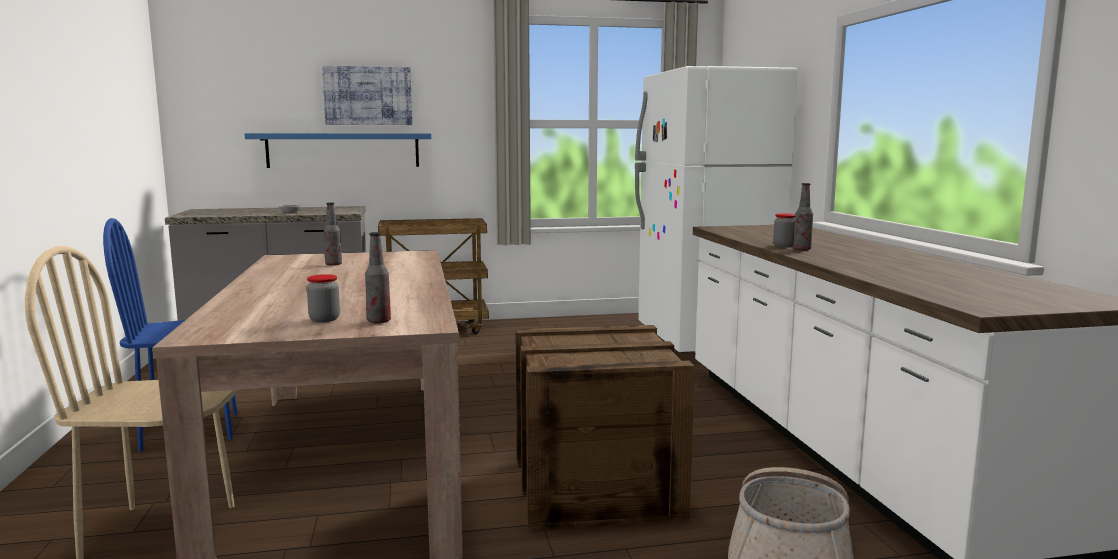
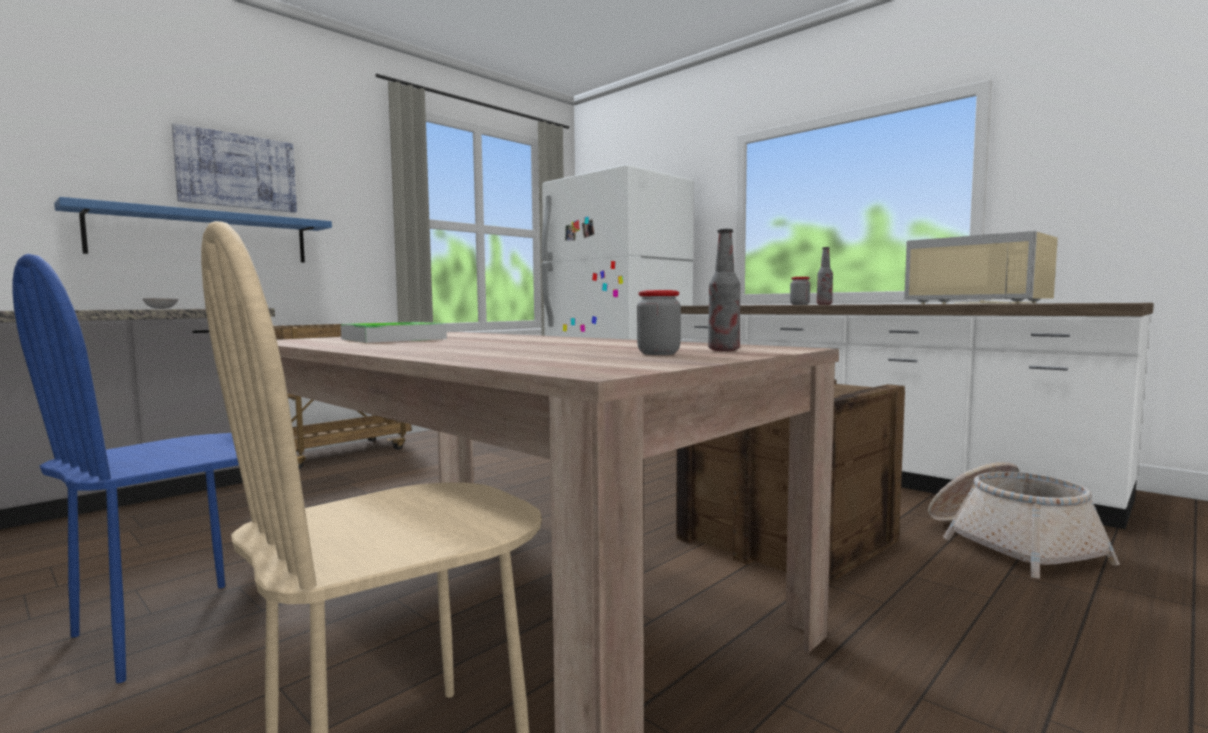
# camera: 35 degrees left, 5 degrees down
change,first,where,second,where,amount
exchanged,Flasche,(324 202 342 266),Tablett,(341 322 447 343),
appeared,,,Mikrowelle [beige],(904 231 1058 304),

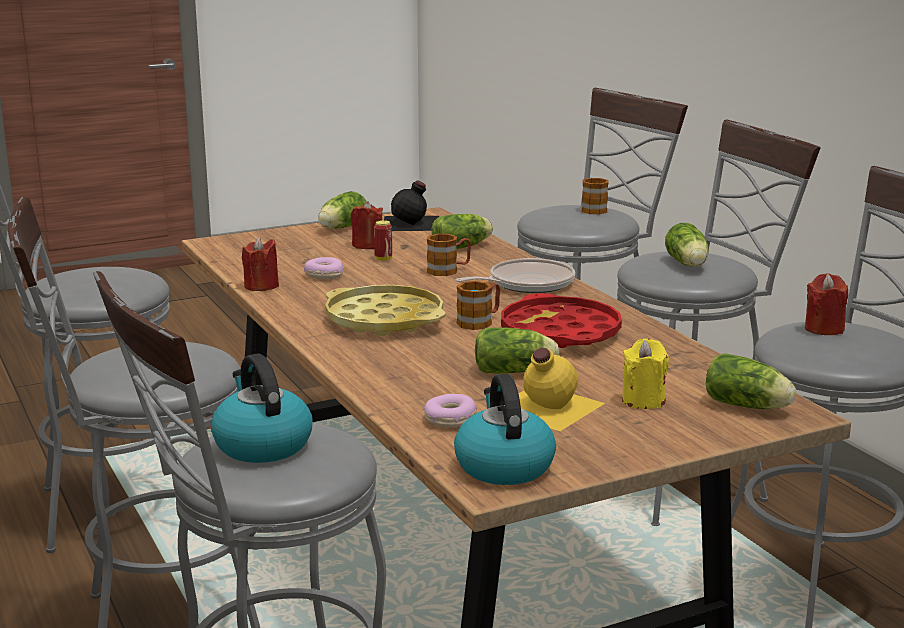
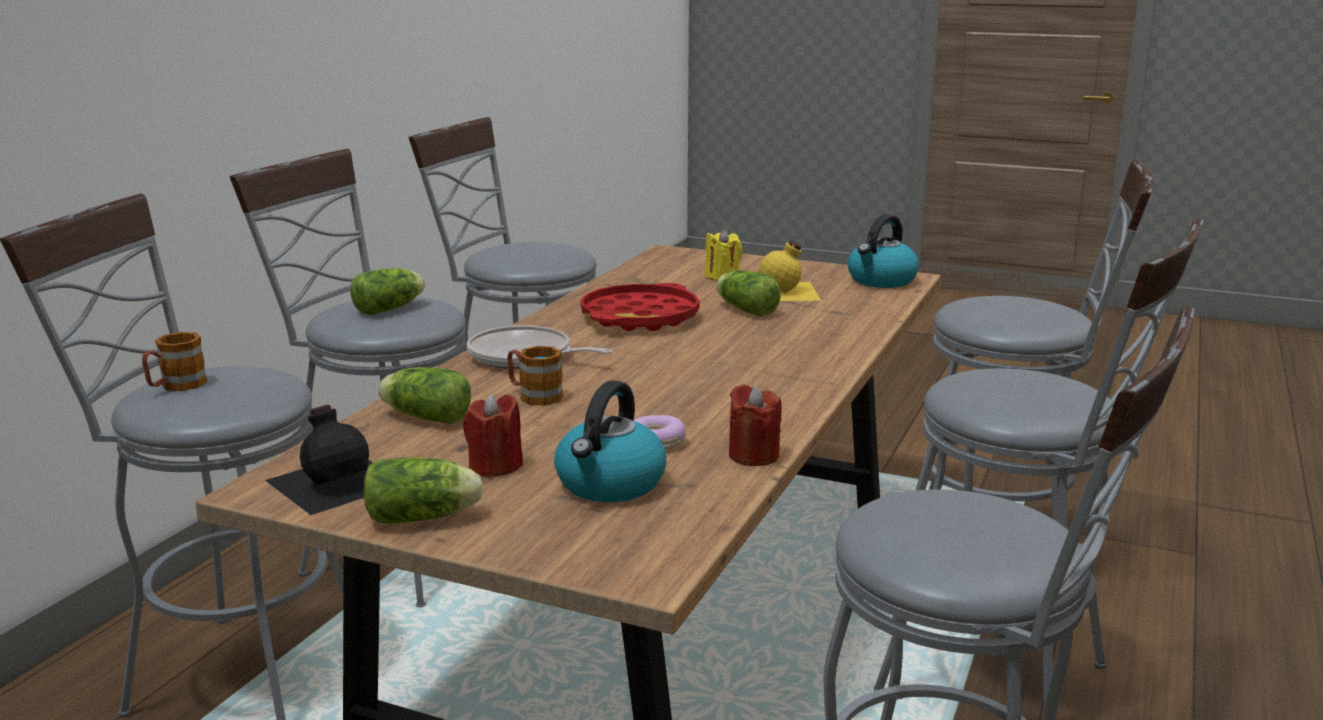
# camera: 130 degrees left, 0 degrees up
change,first,where,second,where,amount
relocated,Wasserkessel,(211 354 313 463),,(554 380 666 502),
missing,Tablett [gelb],(325 285 445 336),,,
missing,Dose,(374 220 392 260),,,
missing,Donut,(423 394 477 427),,,
missing,Henkelbecher,(457 281 500 330),,,
missing,Salatkopf,(706 353 796 409),,,
missing,Kerze [rot],(805 273 848 335),,,

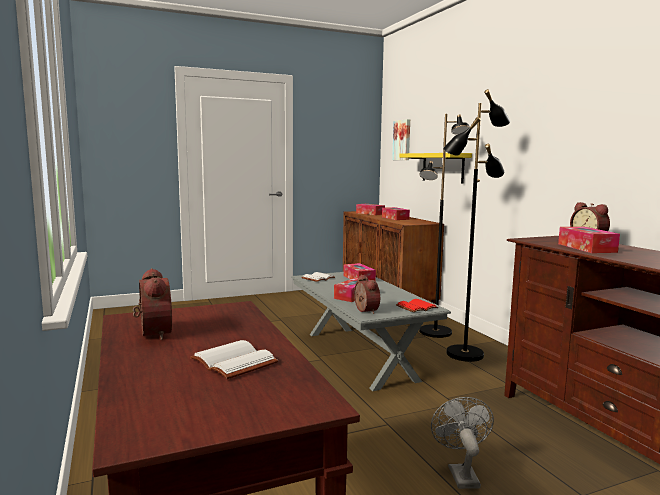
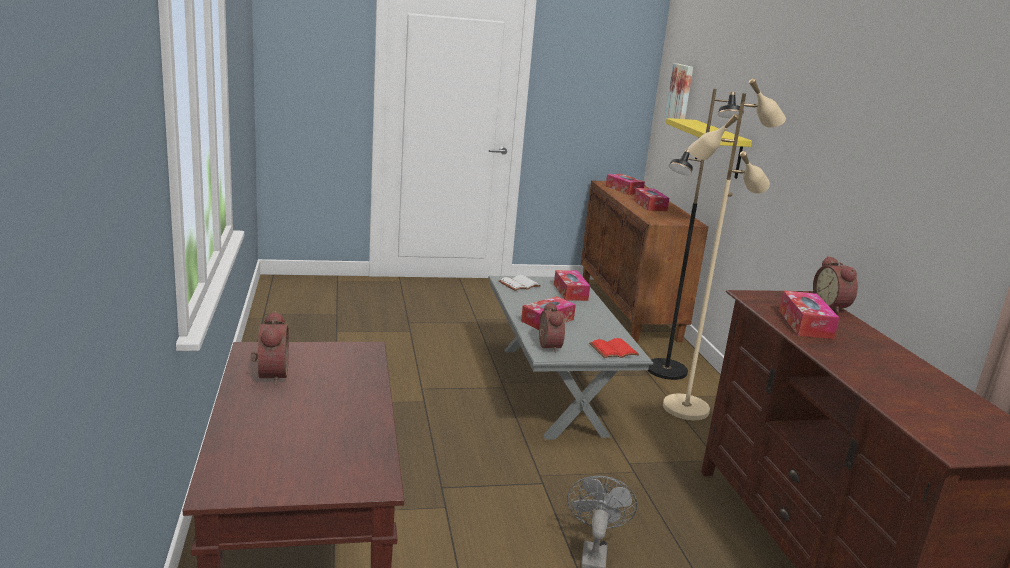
# camera: 10 degrees right, 10 degrees up
change,first,where,second,where,amount
missing,Buch [weiß],(190 340 278 379),,,
colour,Stehlampe [schwarz],(443 89 510 362),Stehlampe [beige],(663 78 786 420),

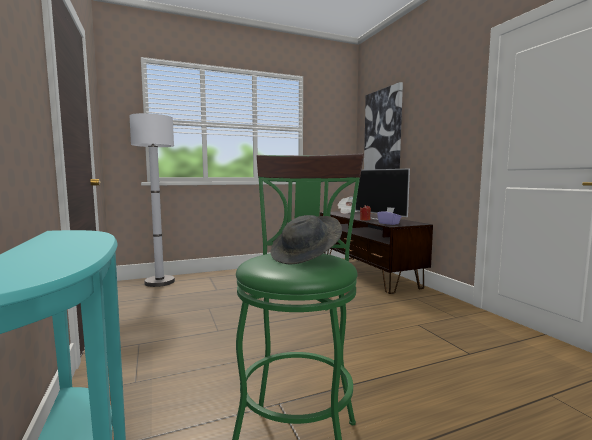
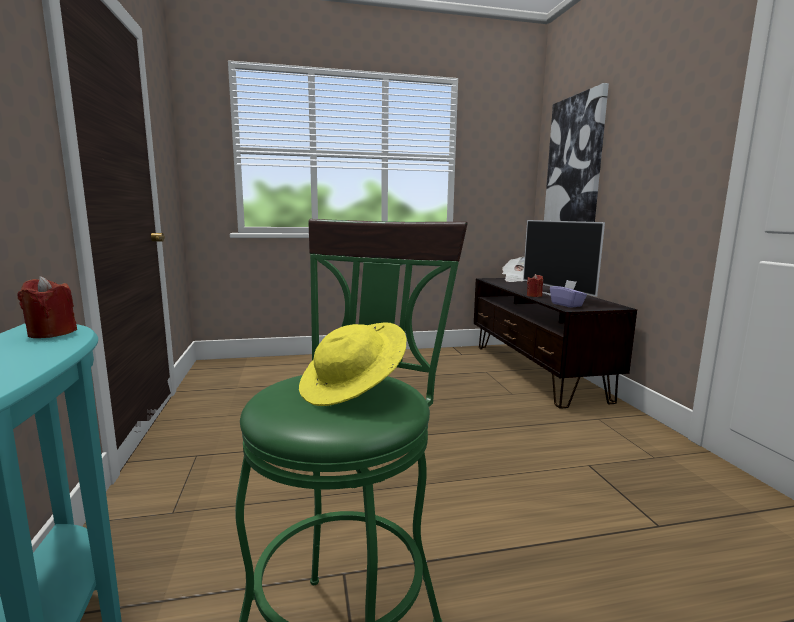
# camera: 10 degrees right, 5 degrees up
change,first,where,second,where,amount
missing,Stehlampe [weiß],(129 113 175 287),,,
colour,Hut [grau],(271 215 342 264),Hut [gelb],(299 322 406 406),
appeared,,,Kerze [rot],(17 276 77 338),

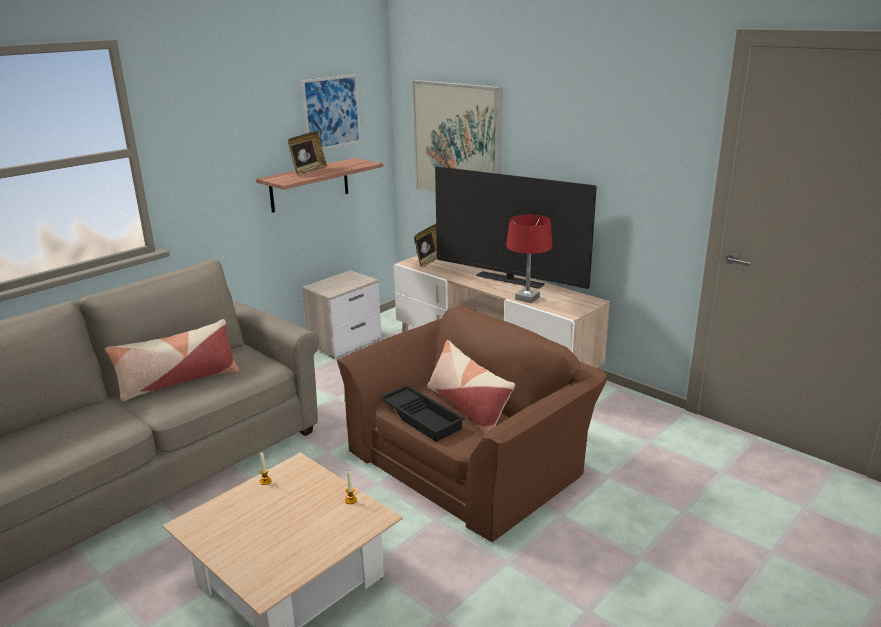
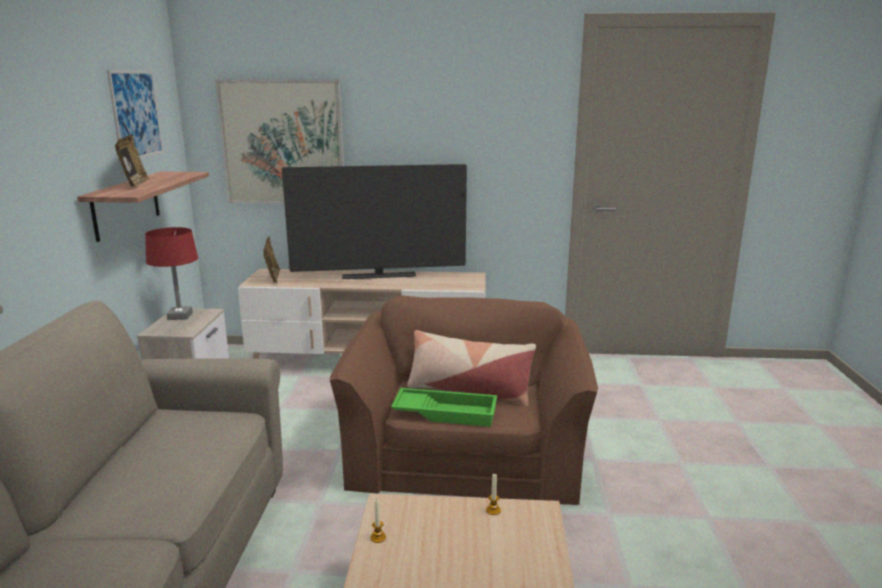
# camera: 40 degrees left, 5 degrees down
change,first,where,second,where,amount
missing,Kissen,(105 319 239 401),,,
colour,Tablett [schwarz],(379 385 465 442),Tablett [grün],(391 388 497 427),
relocated,Tischlampe [rot],(506 215 552 303),,(145 227 198 320),

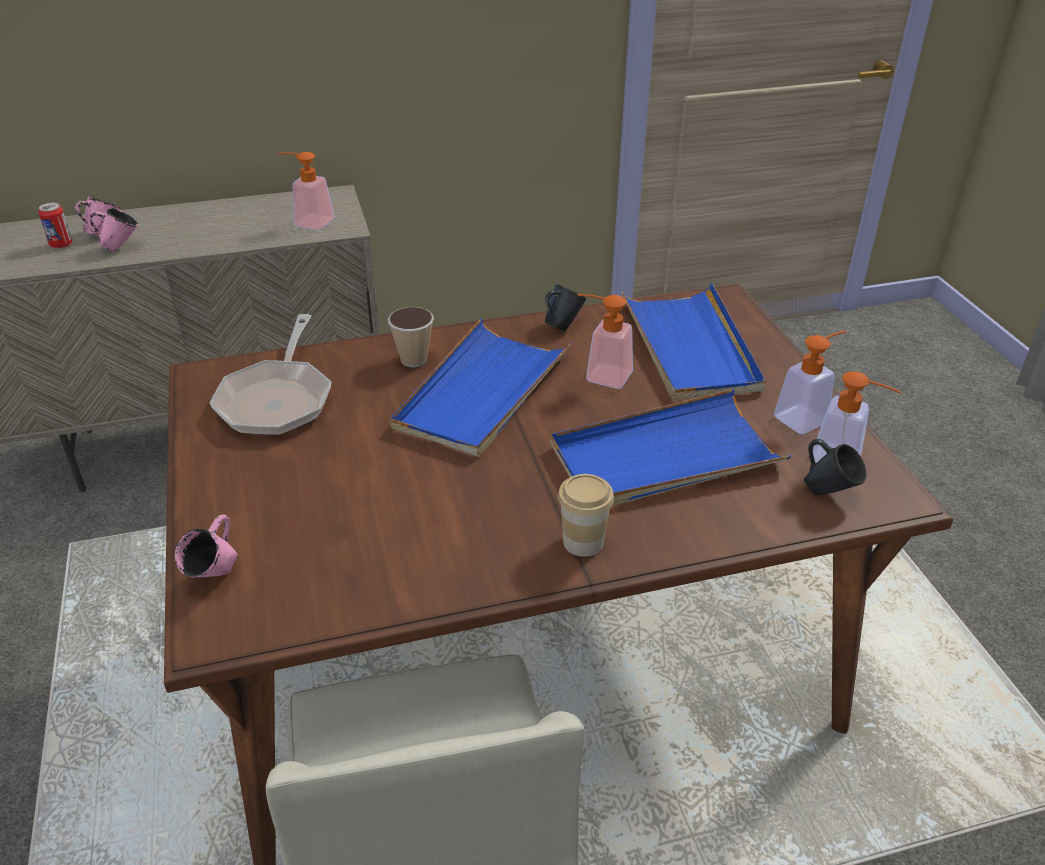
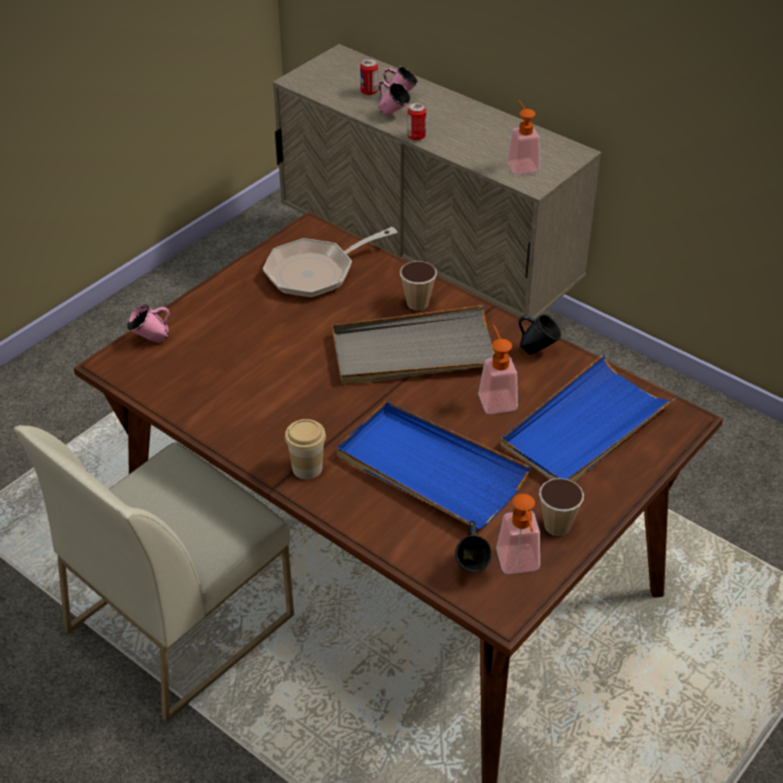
# camera: 55 degrees right, 5 degrees up
change,first,where,second,where,amount
colour,Tablett [blau],(390 318 572 457),Tablett [grau],(332 305 495 385),
exchanged,Seifenspender,(774 331 847 434),Tasse,(539 478 584 536),
appeared,,,Dose,(408 103 426 141),

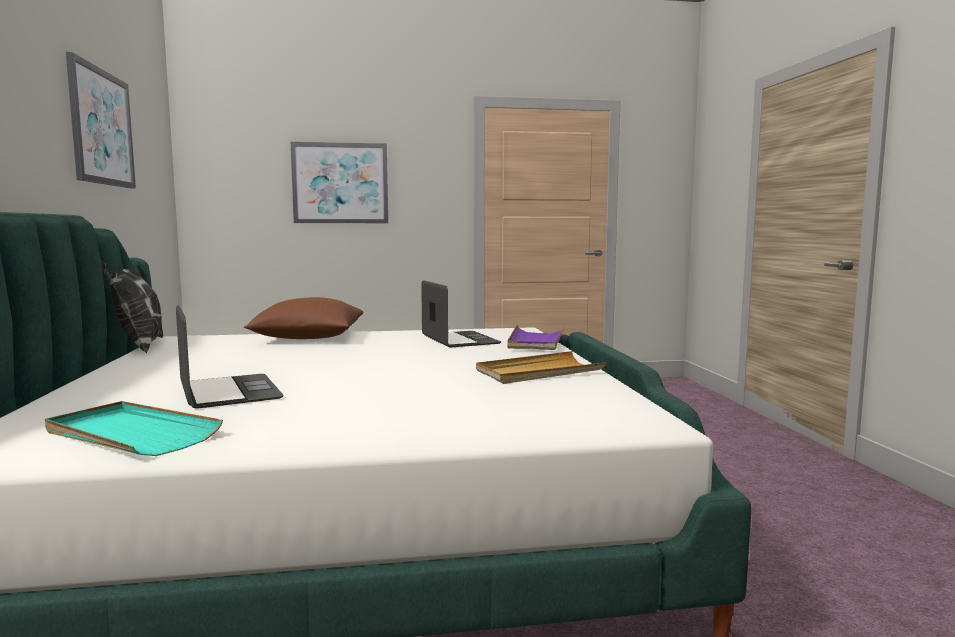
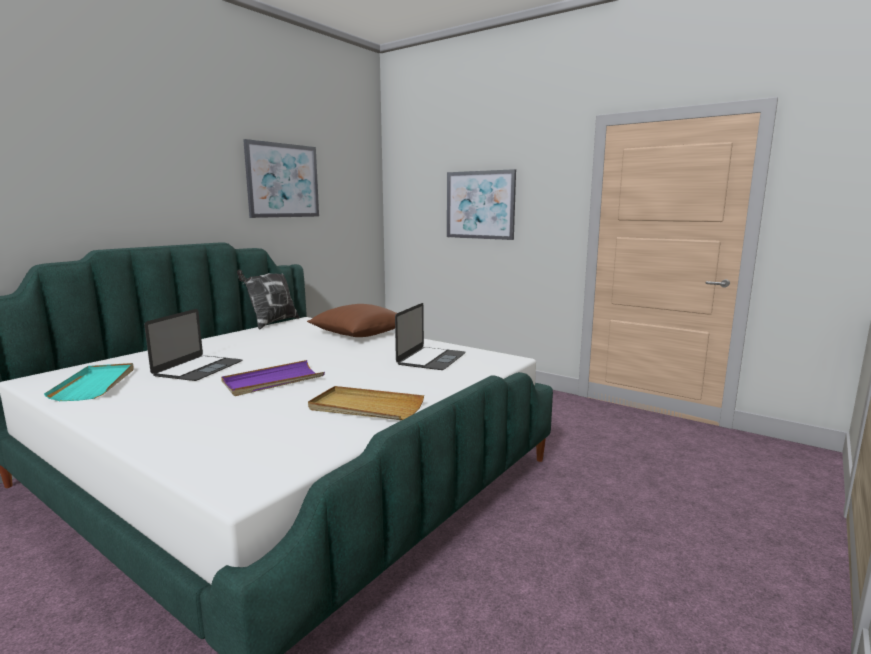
# camera: 45 degrees right, 5 degrees up
change,first,where,second,where,amount
relocated,Tablett [lila],(507 325 565 350),,(221 360 325 396),

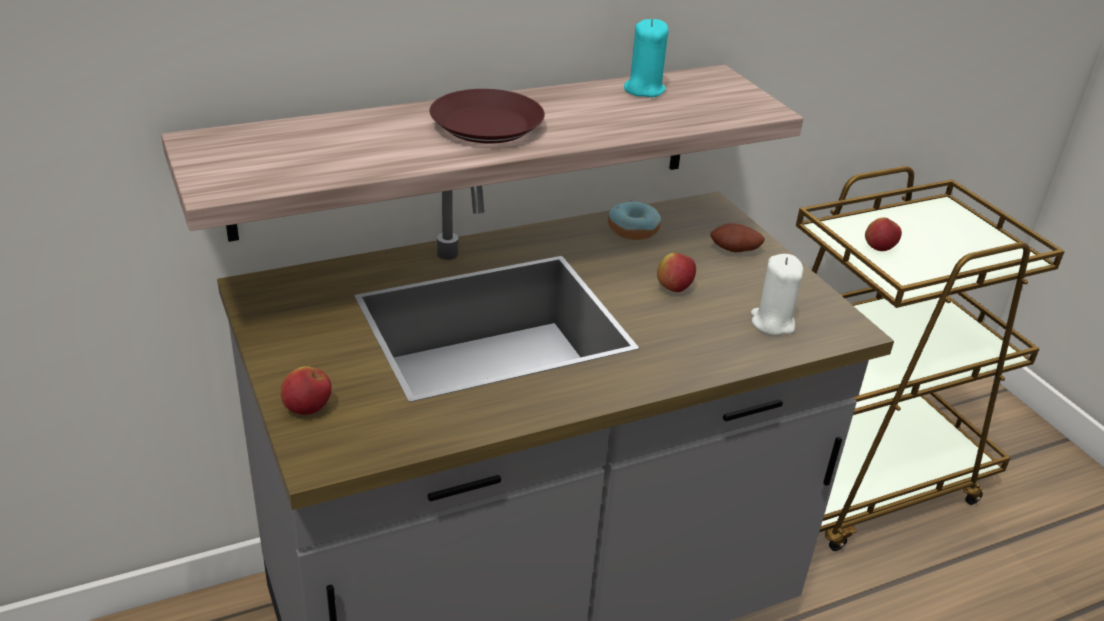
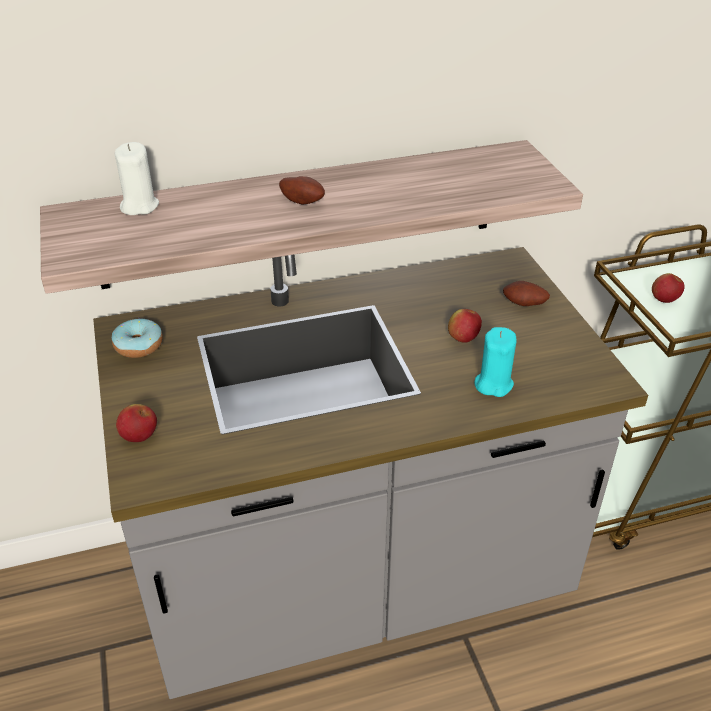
# camera: 10 degrees right, 5 degrees up
change,first,where,second,where,amount
exchanged,Teller [braun],(430 89 545 144),Kartoffel,(279 176 325 205),
relocated,Donut,(608 200 661 240),,(112 317 163 358),
relocated,Kerze [türkis],(624 19 668 97),,(475 327 517 397),
relocated,Kerze [weiß],(751 254 804 335),,(115 142 159 215),

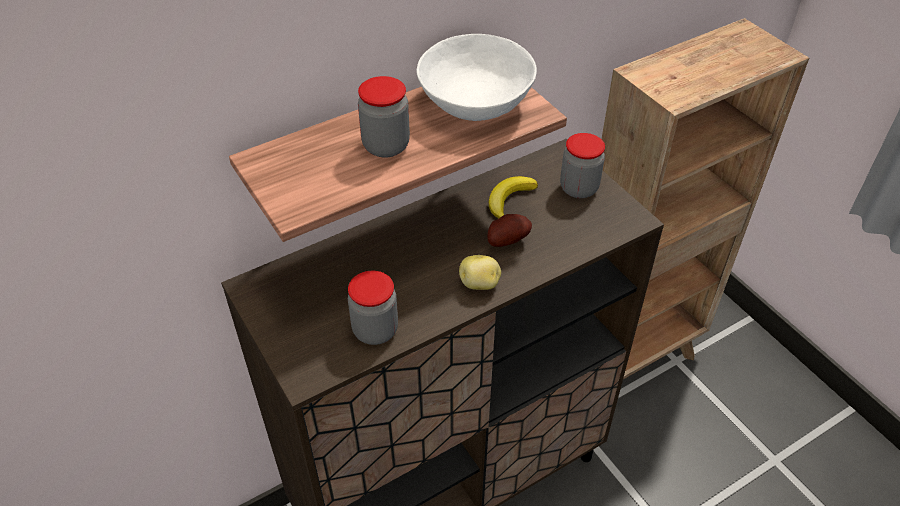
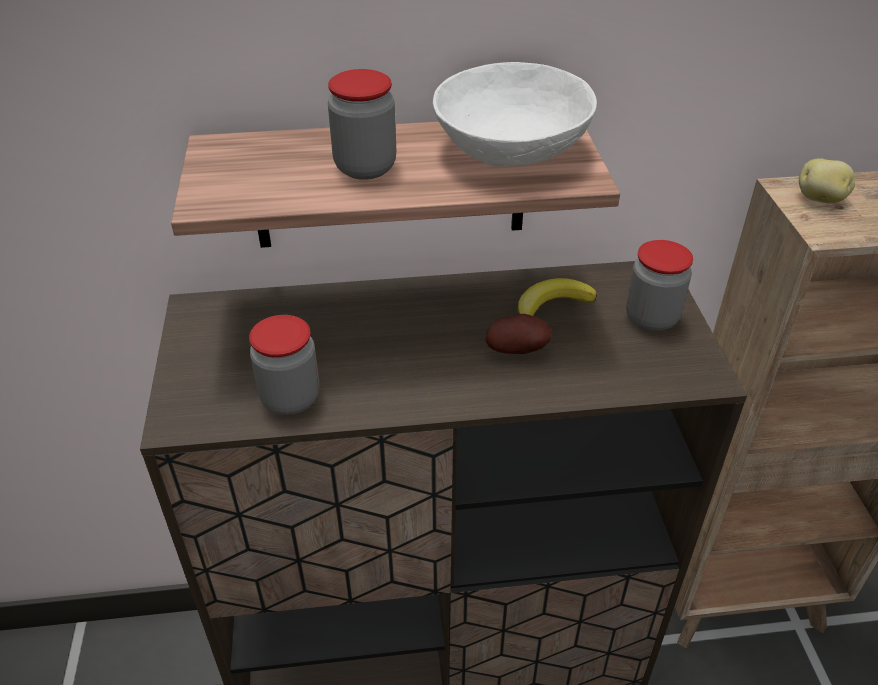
# camera: 25 degrees right, 5 degrees down
change,first,where,second,where,amount
relocated,Kartoffel,(459 255 501 290),,(799 159 855 204),

